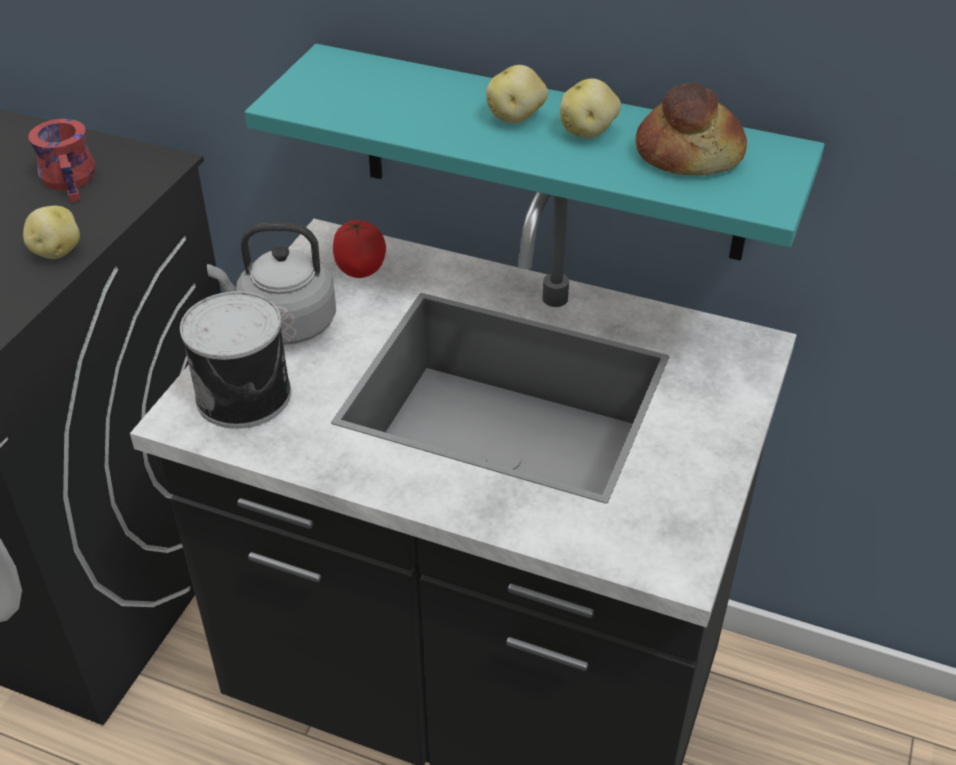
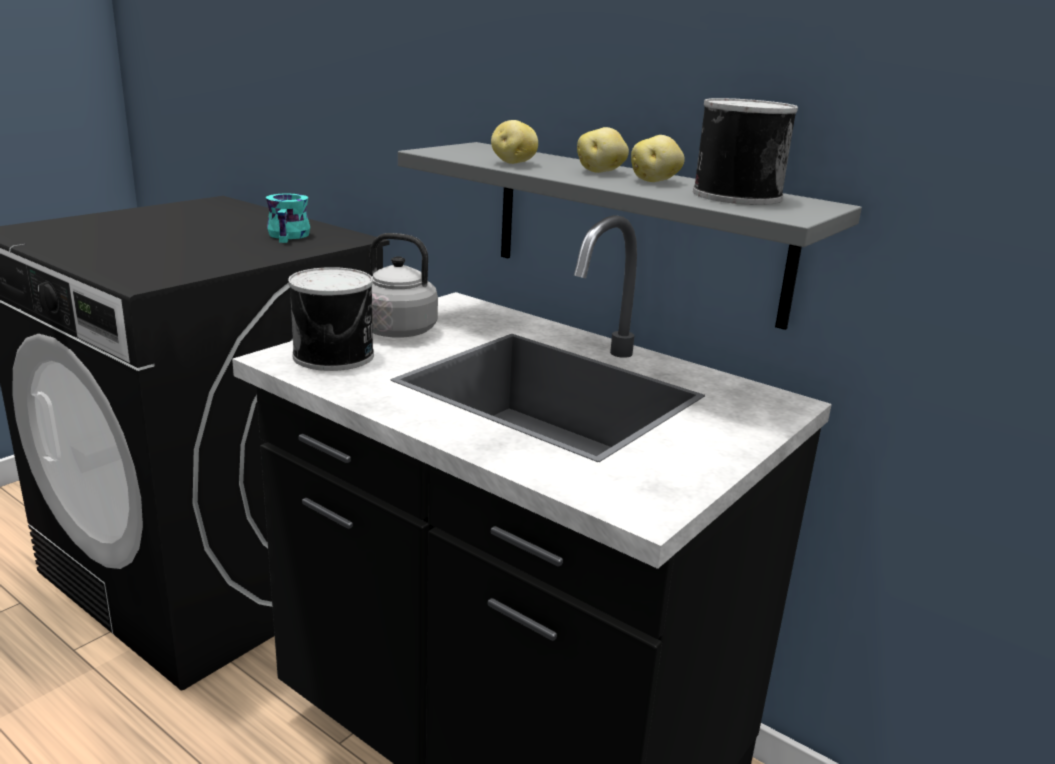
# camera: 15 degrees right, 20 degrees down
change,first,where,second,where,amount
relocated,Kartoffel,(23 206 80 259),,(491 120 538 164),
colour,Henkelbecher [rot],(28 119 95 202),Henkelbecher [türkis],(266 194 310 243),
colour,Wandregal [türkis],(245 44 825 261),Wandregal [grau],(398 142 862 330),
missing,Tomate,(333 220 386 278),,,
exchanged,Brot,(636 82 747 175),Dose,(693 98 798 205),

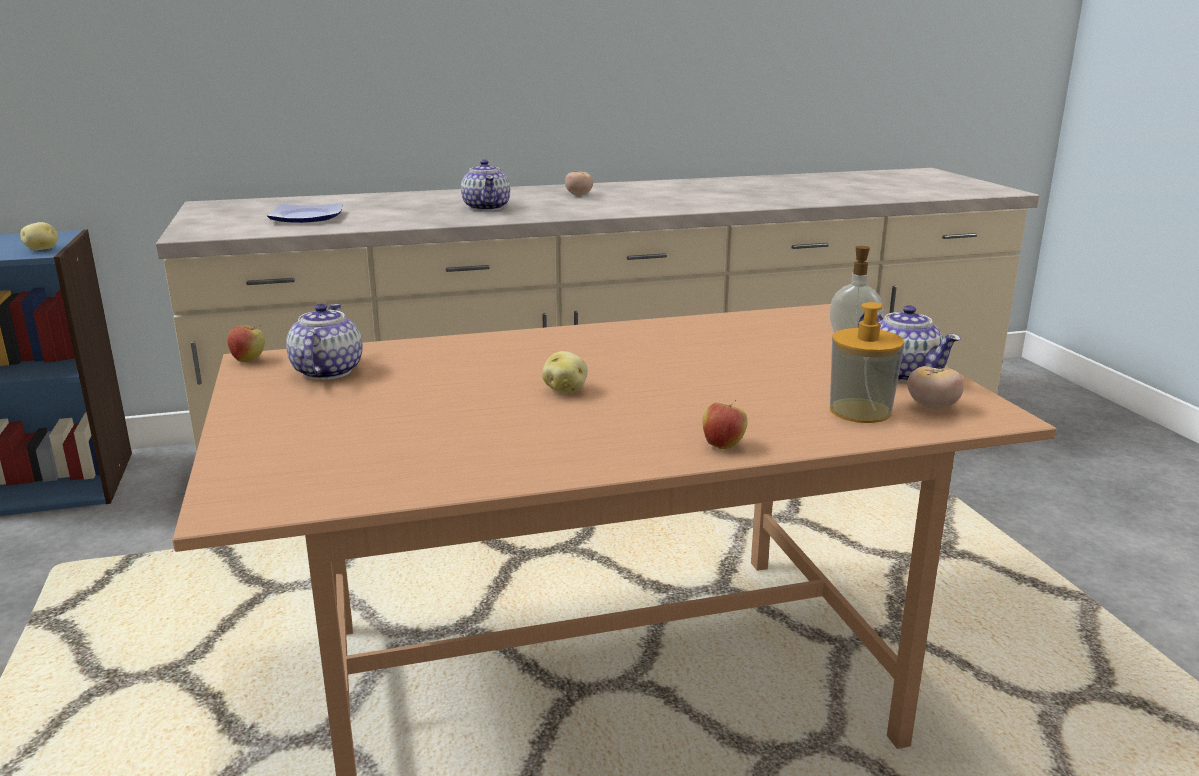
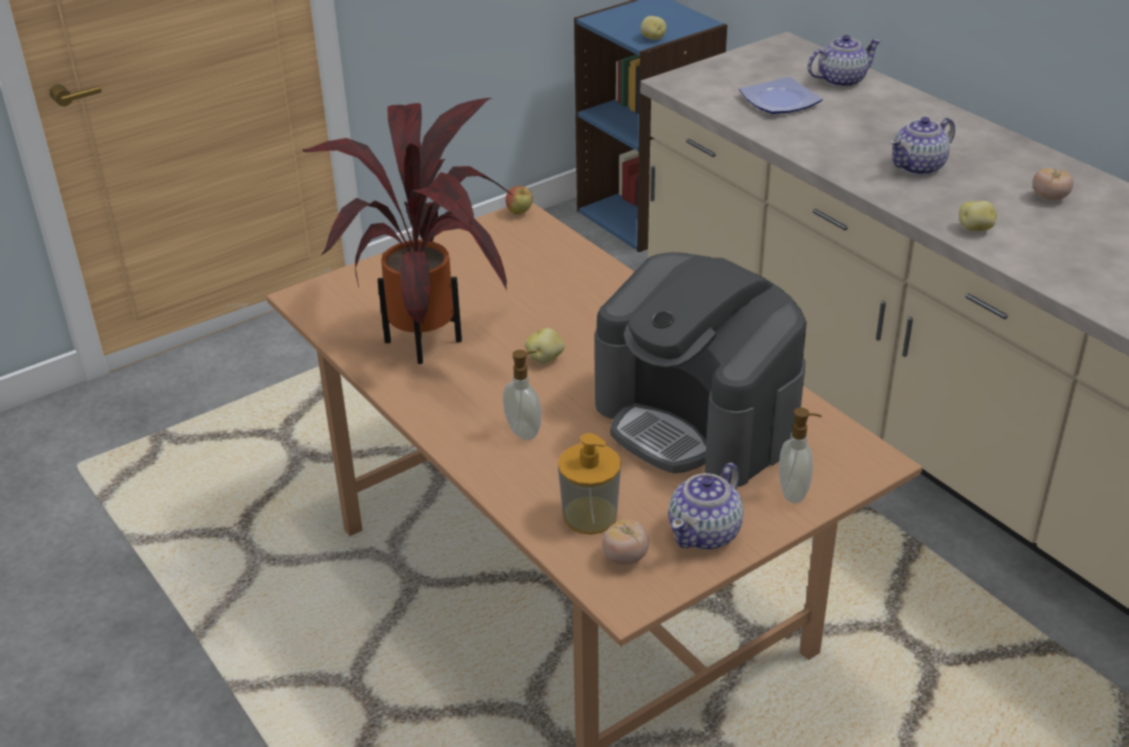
# camera: 70 degrees right, 15 degrees up
change,first,where,second,where,amount
relocated,Teekanne,(286 303 363 380),,(807 35 881 87),
missing,Apfel,(702 399 748 449),,,
appeared,,,Topfpflanze,(303 98 512 364),
appeared,,,Seifenspender,(503 350 542 440),
appeared,,,Kaffeemaschine,(595 252 806 487),
appeared,,,Kartoffel,(959 201 997 231),

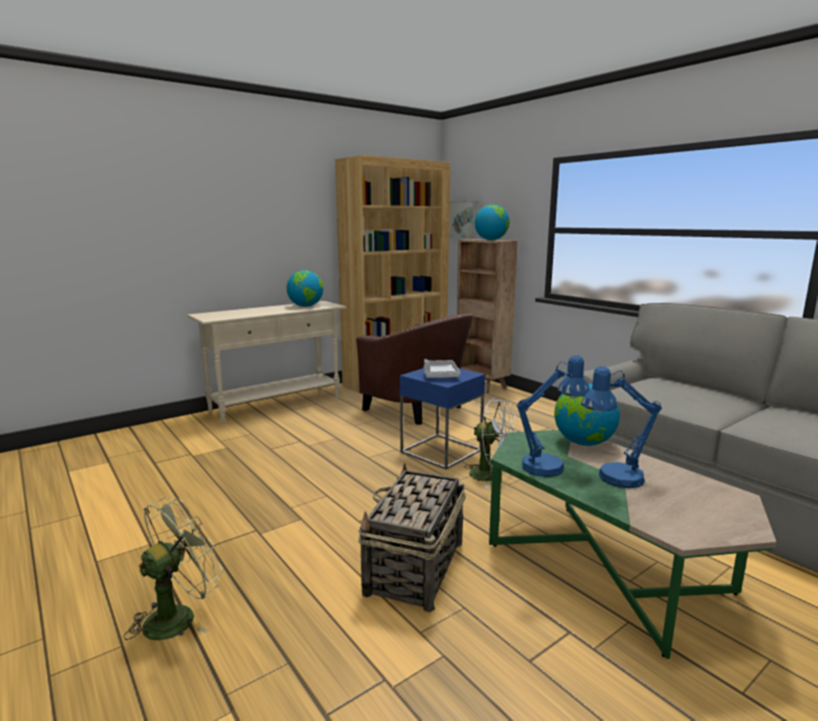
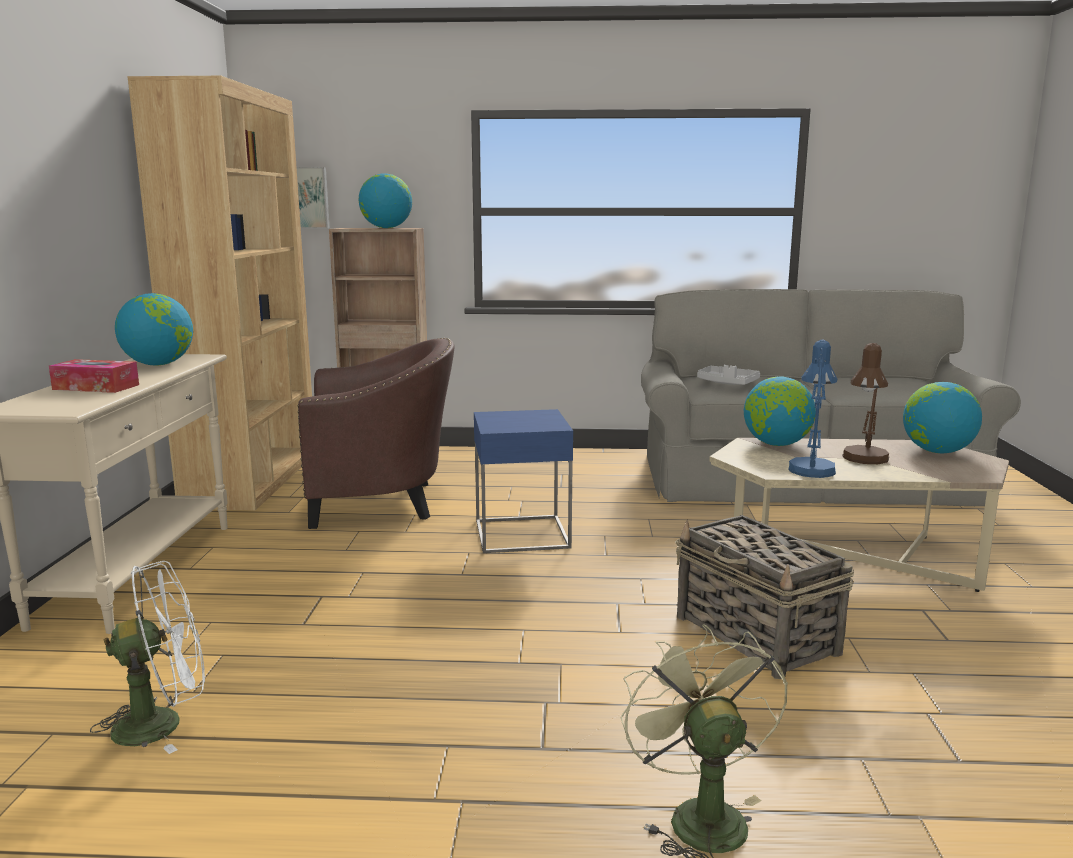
# camera: 50 degrees left, 0 degrees up
change,first,where,second,where,amount
relocated,Tablett [grau],(424 359 460 378),,(697 365 760 385),
relocated,Ventilator [weiß],(466 399 518 488),,(90 561 205 754),
colour,Couchtisch [grün],(489 430 777 659),Couchtisch [beige],(709 438 1009 592),
colour,Tischlampe [blau],(581 366 662 488),Tischlampe [braun],(842 343 889 464),
appeared,,,Taschentuchbox,(49 359 139 393),
appeared,,,Globus,(903 382 982 453),

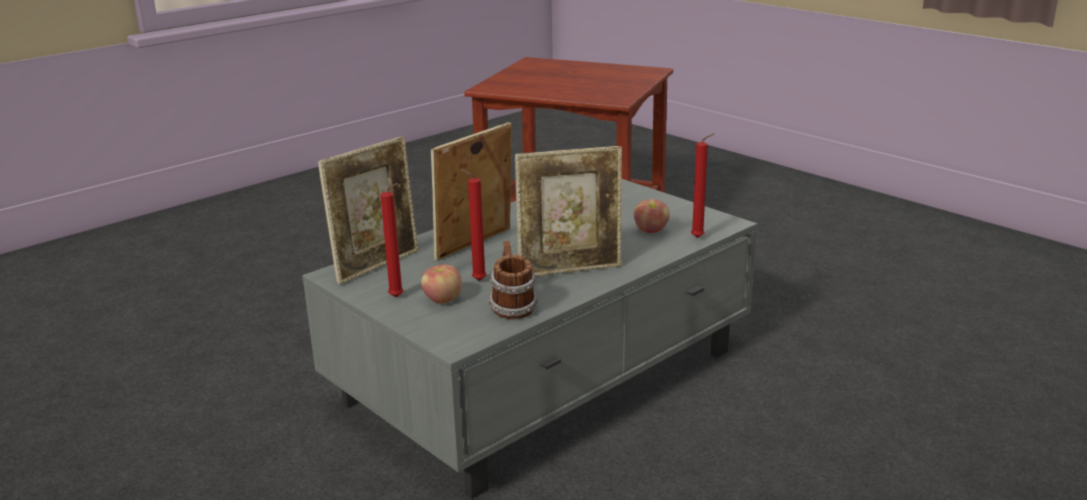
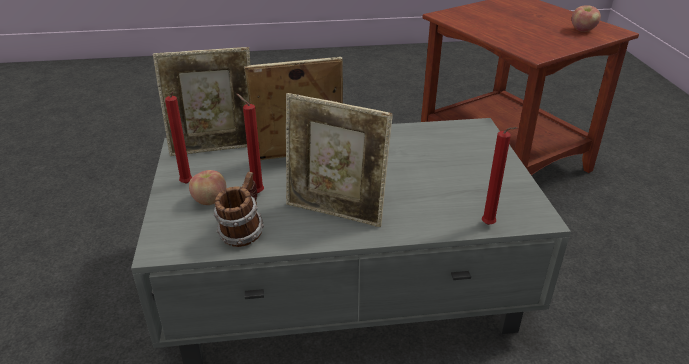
# camera: 35 degrees right, 10 degrees up
change,first,where,second,where,amount
relocated,Apfel,(634 199 670 233),,(572 5 601 32),

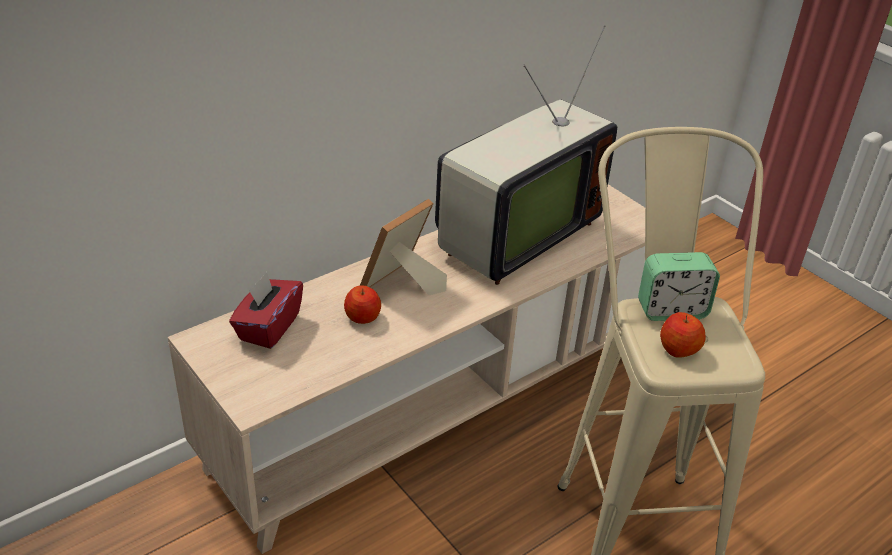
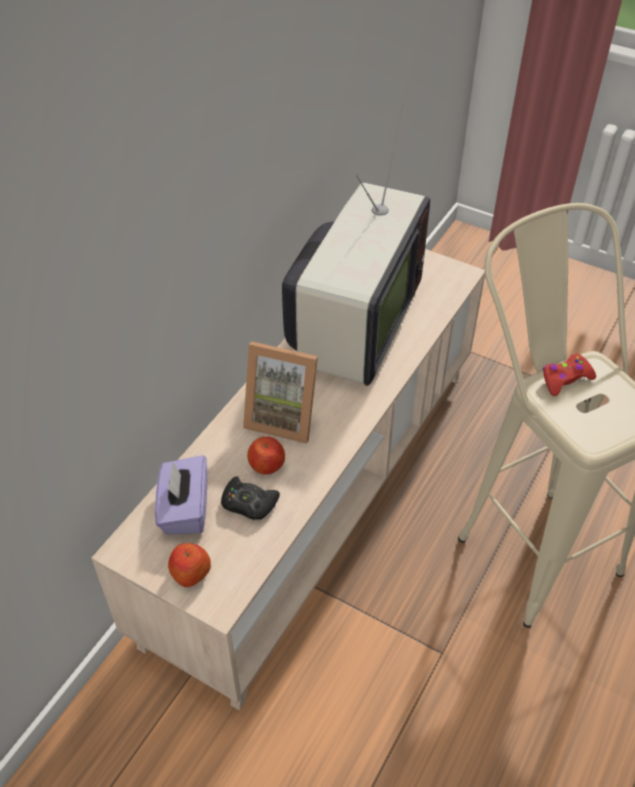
# camera: 20 degrees left, 10 degrees up
change,first,where,second,where,amount
colour,Taschentuchbox [rot],(229 272 303 349),Taschentuchbox [lila],(155 455 207 534),
spun,Bilderrahmen,(360 199 447 295),,(243 341 318 444),90 degrees counterclockwise
exchanged,Wecker,(638 252 720 321),Gamepad [rot],(543 354 596 396),
relocated,Apfel,(660 312 706 358),,(168 543 211 587),
appeared,,,Gamepad [schwarz],(221 476 280 520),

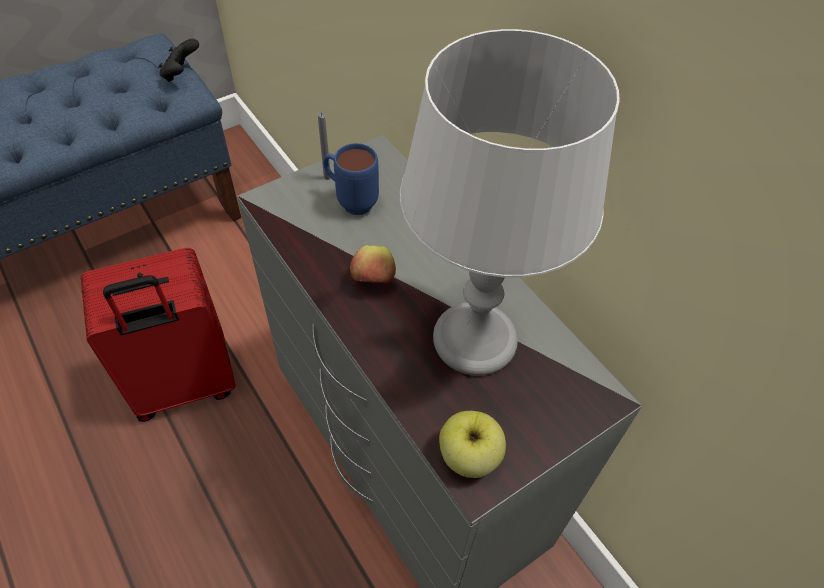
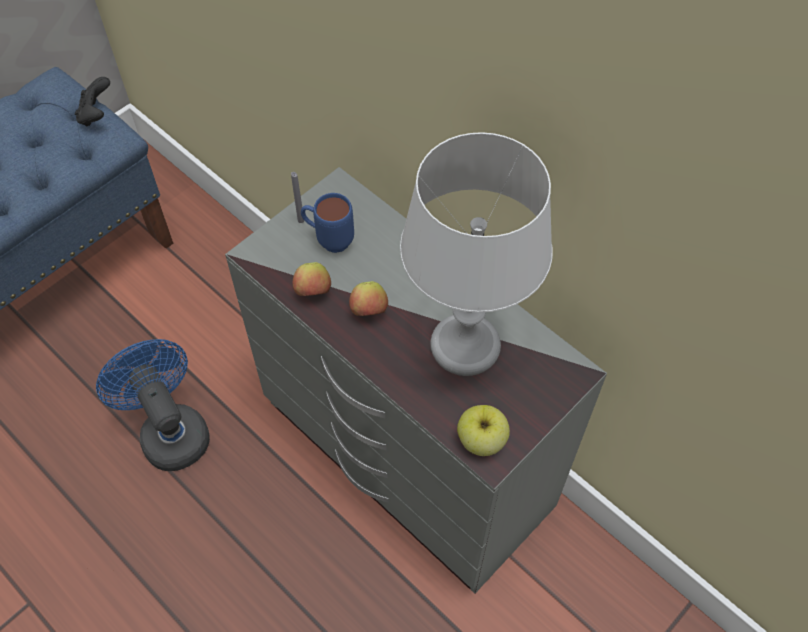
# camera: 10 degrees left, 5 degrees up
change,first,where,second,where,amount
exchanged,Koffer [rot],(81 248 236 422),Ventilator [blau],(96 339 210 471),
appeared,,,Apfel,(293 262 331 296),

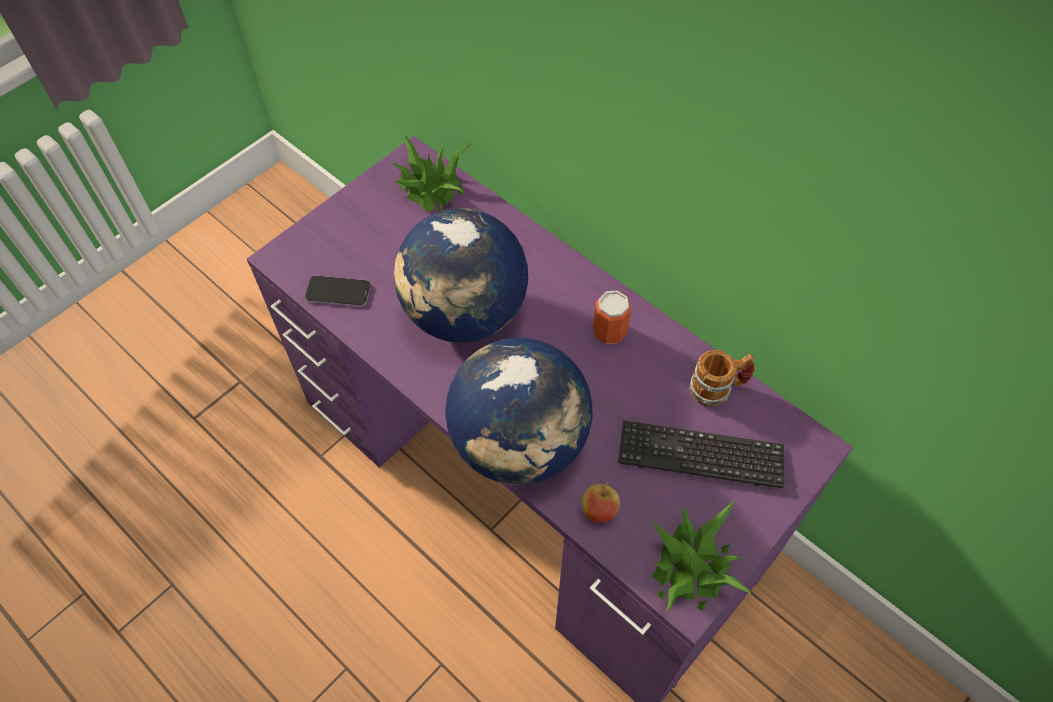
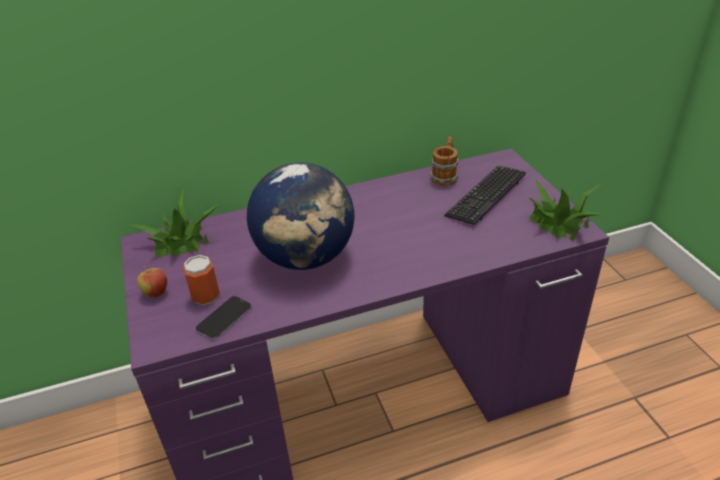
# camera: 60 degrees left, 20 degrees down
change,first,where,second,where,amount
missing,Globus,(445 338 593 485),,,
relocated,Apfel,(582 482 620 523),,(137 266 167 298),
relocated,Dose,(593 290 631 344),,(183 255 220 305),

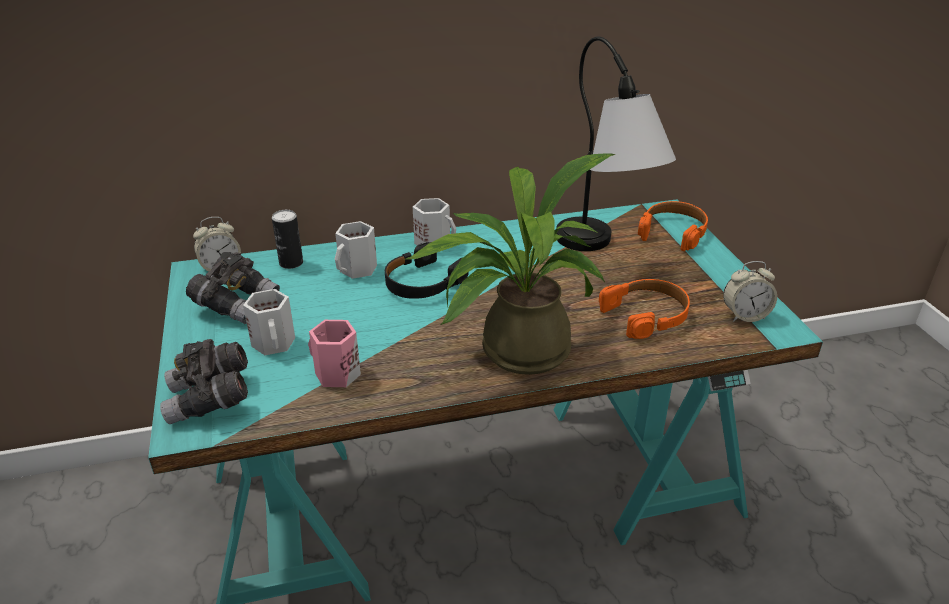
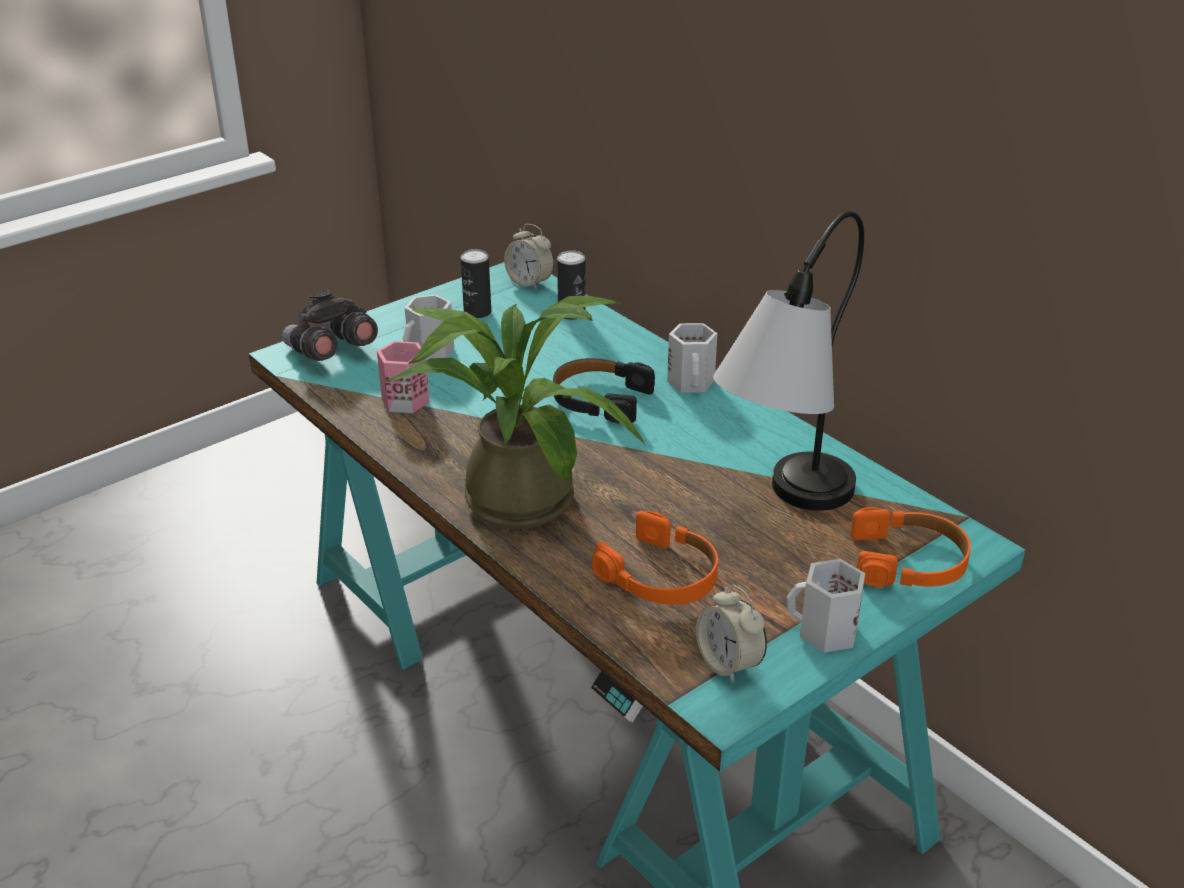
# camera: 65 degrees right, 0 degrees up
change,first,where,second,where,amount
exchanged,Fernglas [grau],(186 252 280 324),Dose,(460 249 491 319),
relocated,Henkelbecher [weiß],(335 221 377 279),,(787 559 865 653),

